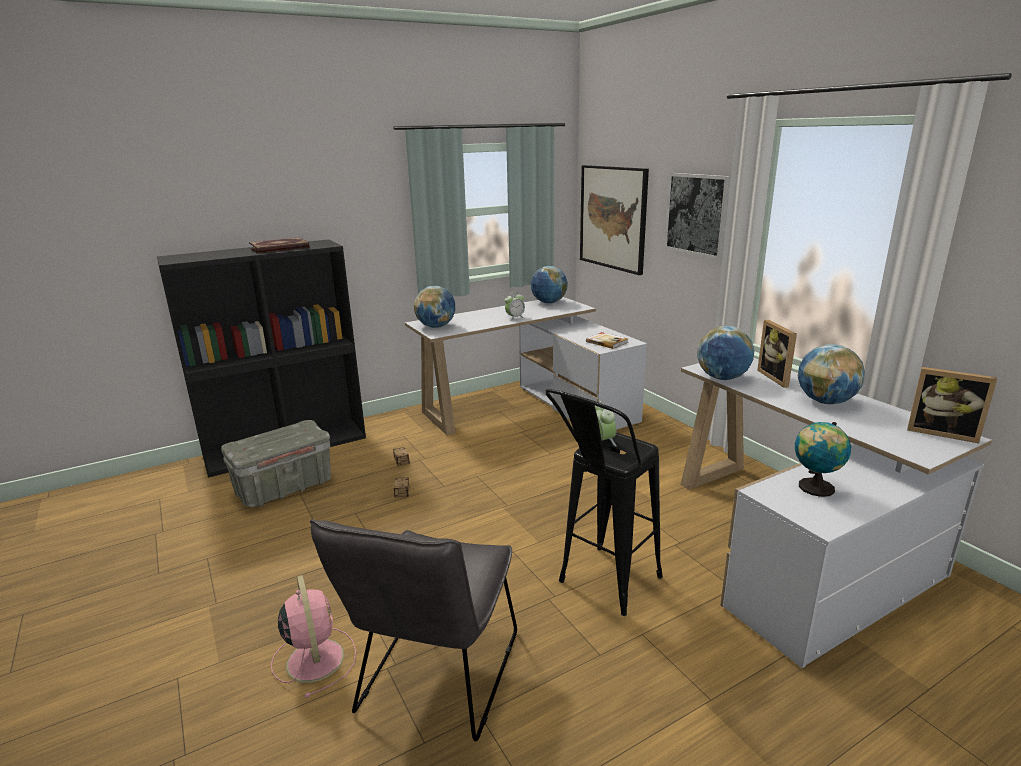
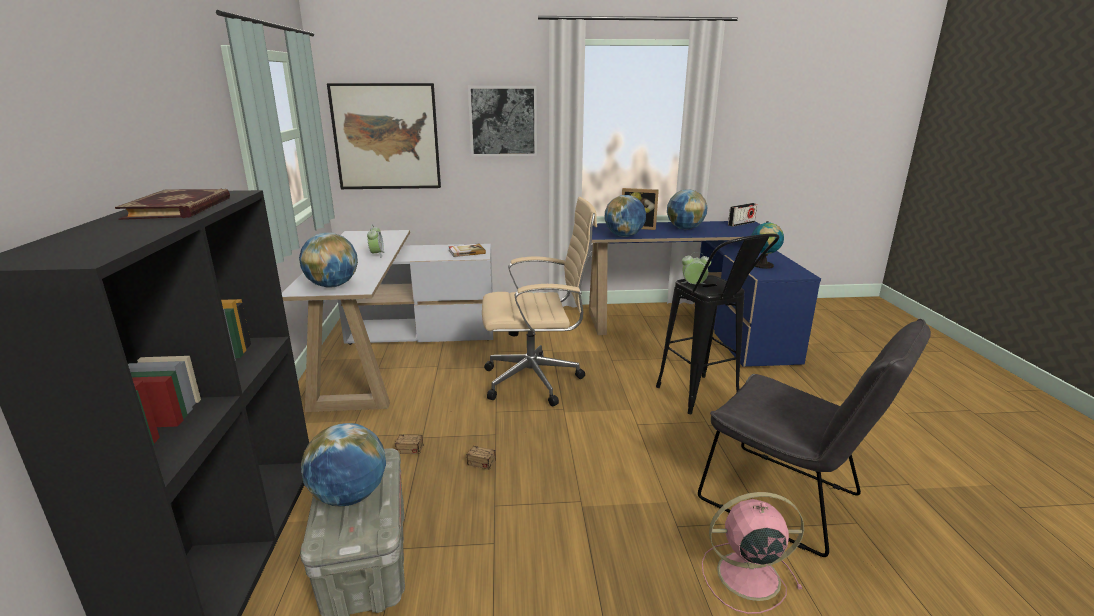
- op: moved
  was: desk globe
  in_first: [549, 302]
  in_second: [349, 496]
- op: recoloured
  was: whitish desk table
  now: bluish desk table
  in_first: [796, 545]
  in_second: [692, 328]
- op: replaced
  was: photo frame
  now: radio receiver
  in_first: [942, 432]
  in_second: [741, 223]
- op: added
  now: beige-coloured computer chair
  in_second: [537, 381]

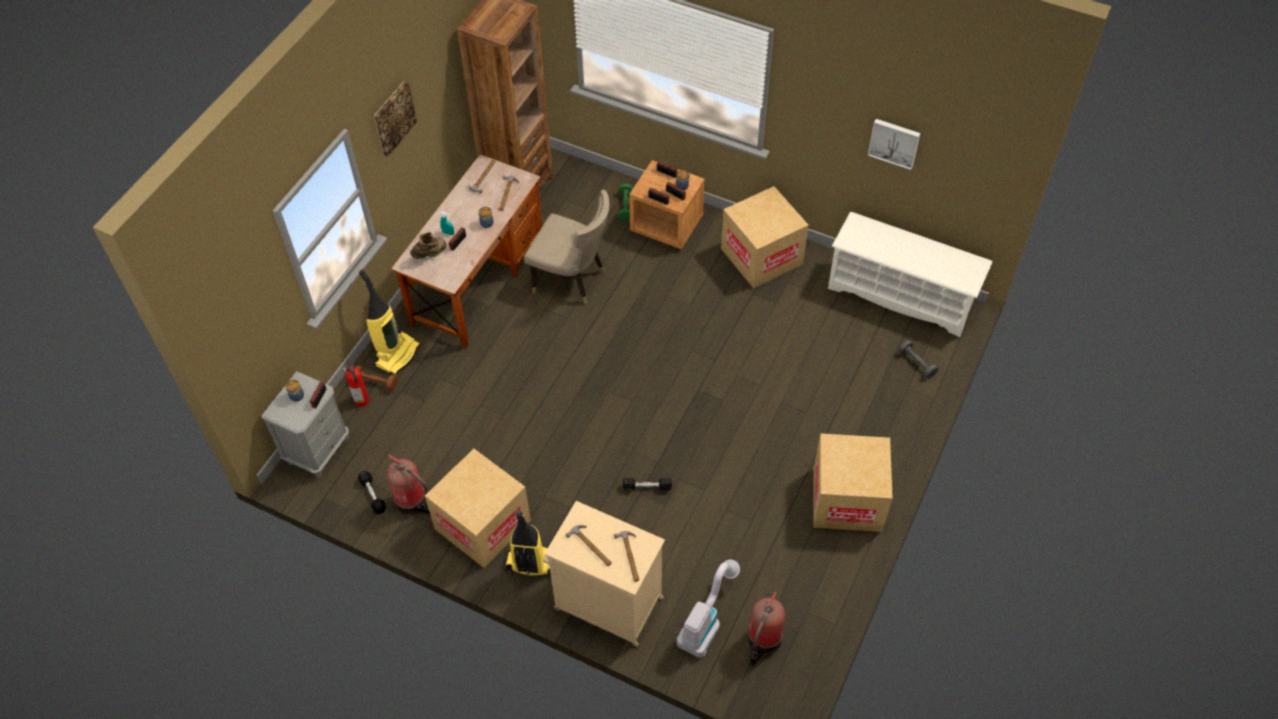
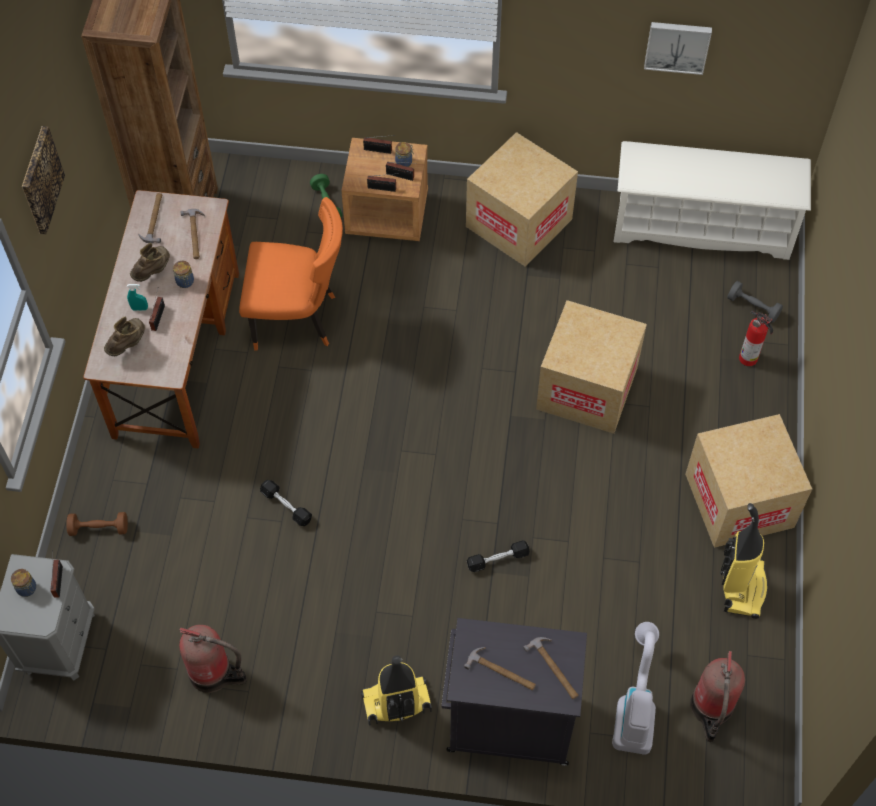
- op: recoloured
  was: beige-coloured chair
  now: orange-coloured chair
  in_first: [573, 280]
  in_second: [298, 319]
- op: moved
  was: vacuum
  in_first: [396, 354]
  in_second: [741, 586]
- op: moved
  was: fire extinguisher
  in_first: [362, 401]
  in_second: [749, 359]
- op: moved
  was: cardboard box
  in_first: [482, 524]
  in_second: [587, 388]
- op: moved
  was: blackish dumbbell
  in_first: [373, 495]
  in_second: [286, 506]
- op: recoloured
  was: beige-coloured cabinet
  now: blackish cabinet
  in_first: [606, 602]
  in_second: [507, 722]
- op: added
  now: brown-coloured tall boot
  in_second: [153, 271]

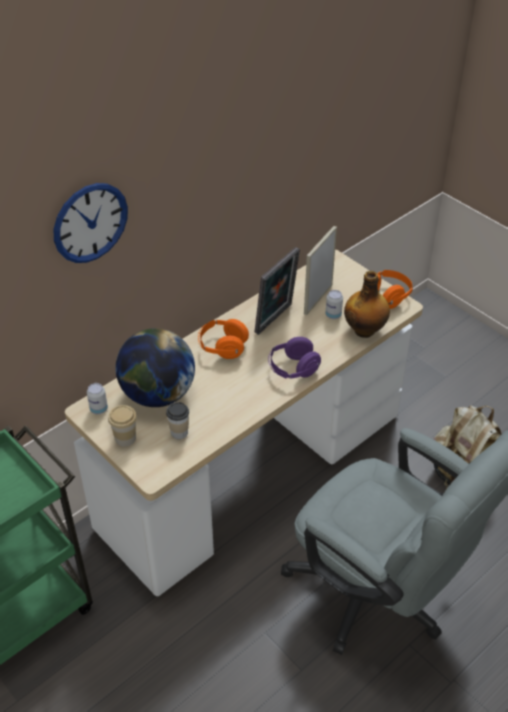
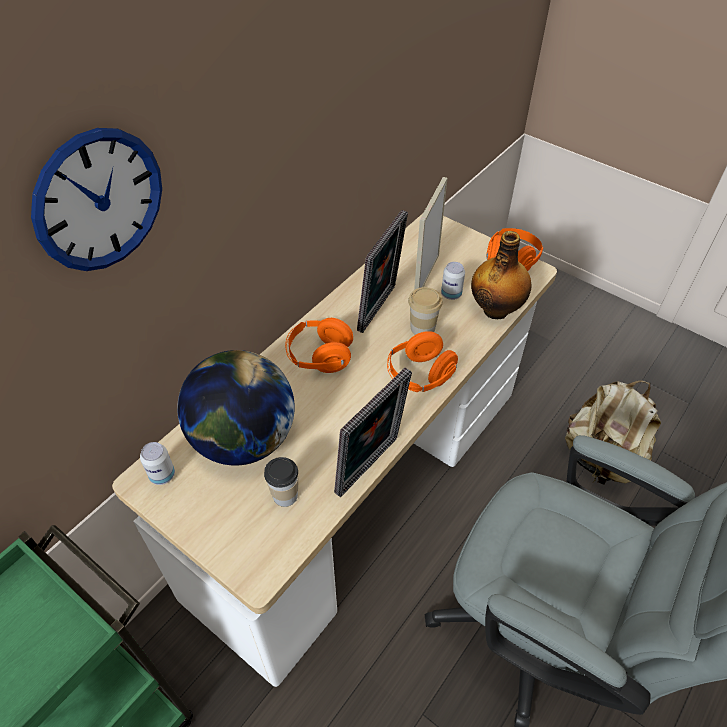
- op: recoloured
  was: purplish headphones
  now: orange-coloured headphones
  in_first: [293, 369]
  in_second: [420, 375]
- op: moved
  was: drinking cup
  in_first: [125, 438]
  in_second: [422, 328]
- op: added
  now: photo frame
  in_second: [371, 468]

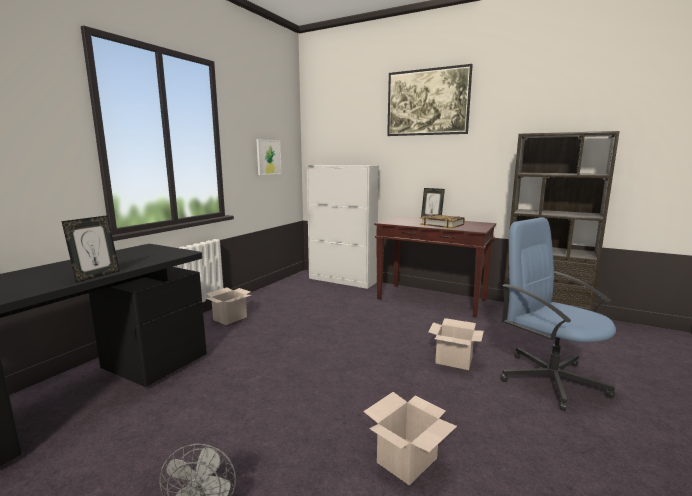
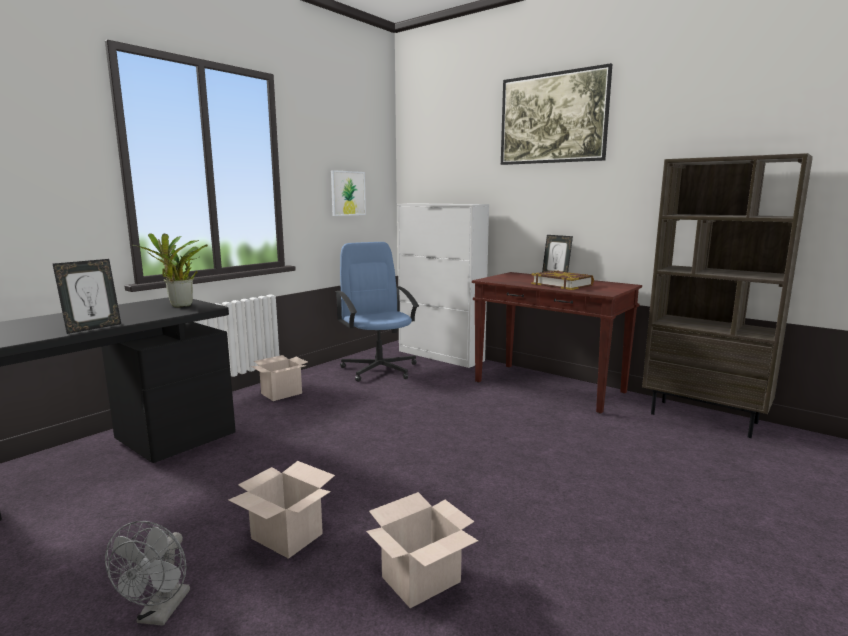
- op: moved
  was: bluish computer chair
  in_first: [550, 379]
  in_second: [379, 369]
- op: moved
  was: cardboard box
  in_first: [453, 360]
  in_second: [285, 536]
- op: added
  now: houseplant
  in_second: [180, 306]

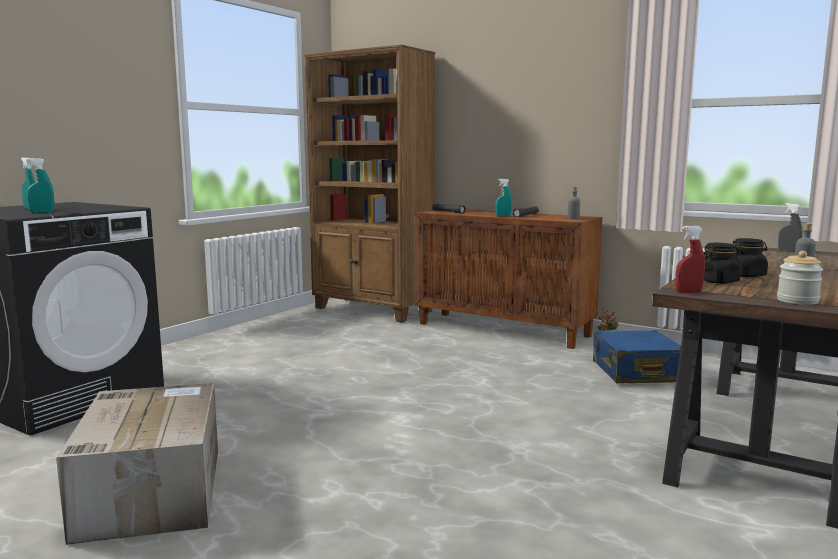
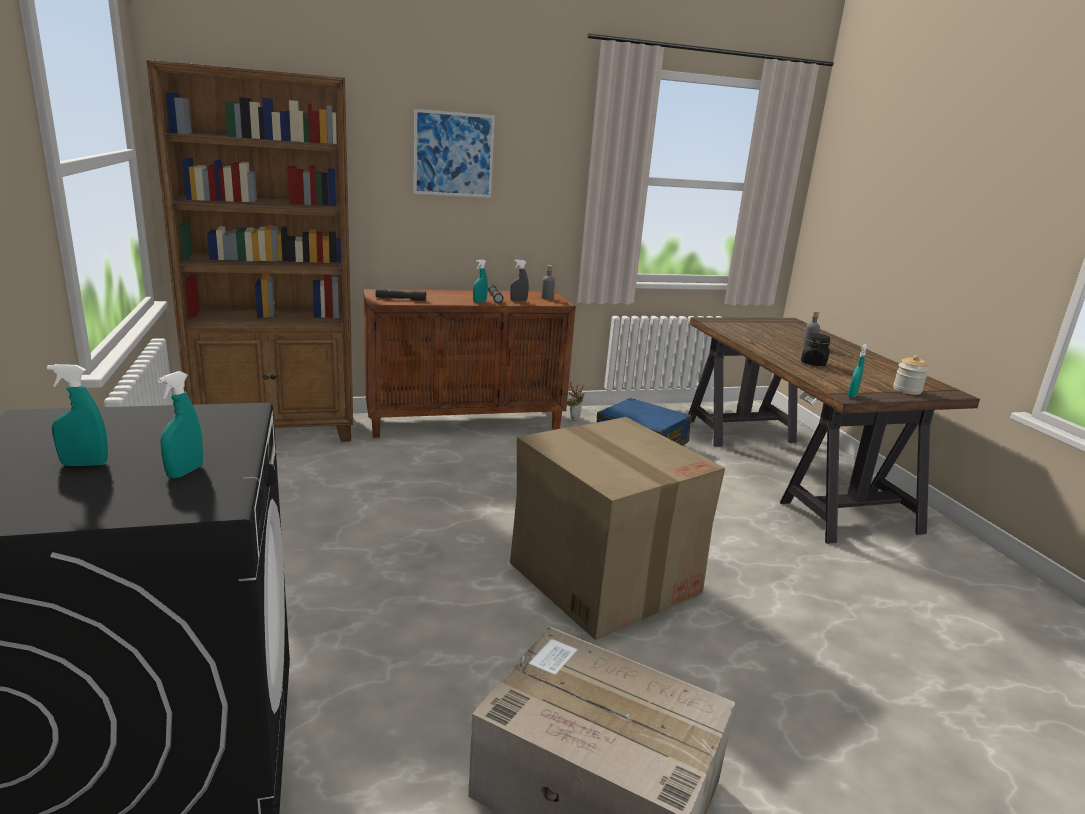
- op: moved
  was: grey spray bottle
  in_first: [788, 251]
  in_second: [518, 301]
- op: recoloured
  was: reddish spray bottle
  now: blue-green spray bottle
  in_first: [688, 292]
  in_second: [852, 396]
- op: removed
  was: blackish storage jar
  in_first: [717, 281]
- op: added
  now: wall picture
  in_second: [453, 154]
- op: added
  now: cardboard box
  in_second: [603, 577]

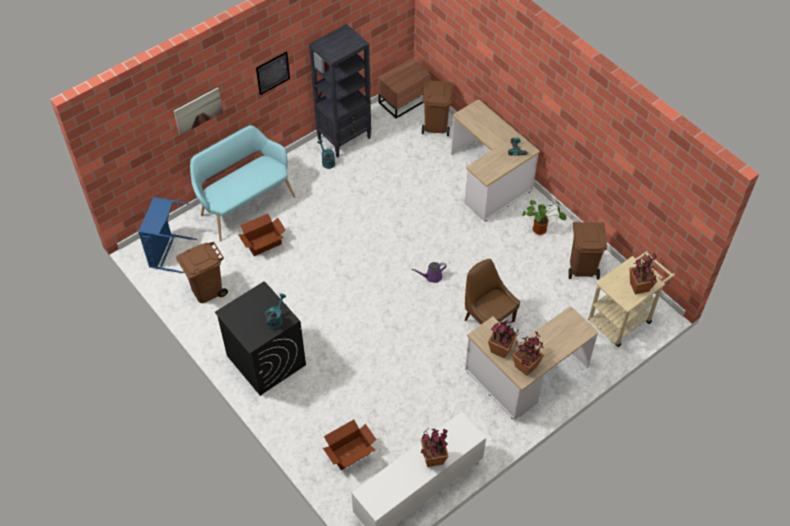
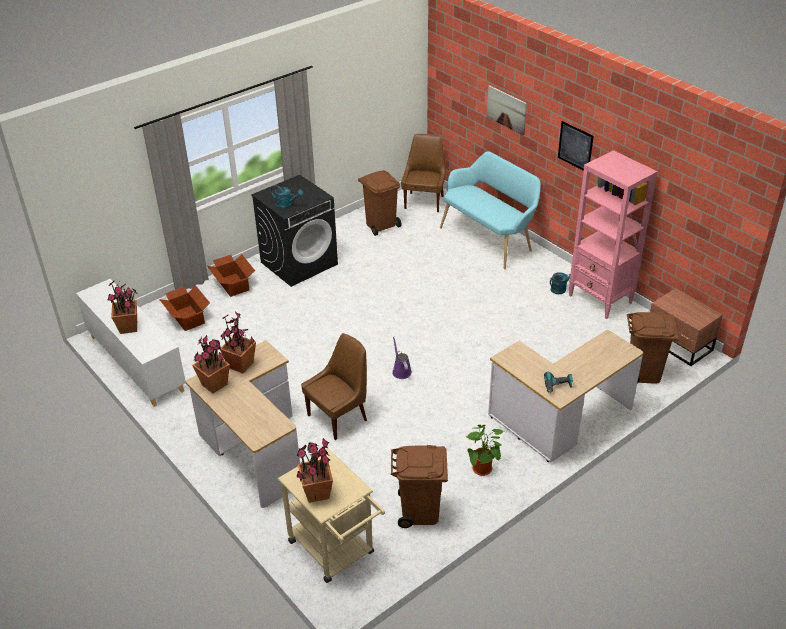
- op: recoloured
  was: blackish shelving unit
  now: pink-coloured shelving unit
  in_first: [344, 138]
  in_second: [600, 299]
- op: replaced
  was: bluish laundry basket
  now: brown-coloured chair
  in_first: [168, 252]
  in_second: [424, 201]
- op: moved
  was: cardboard box
  in_first: [264, 243]
  in_second: [233, 285]

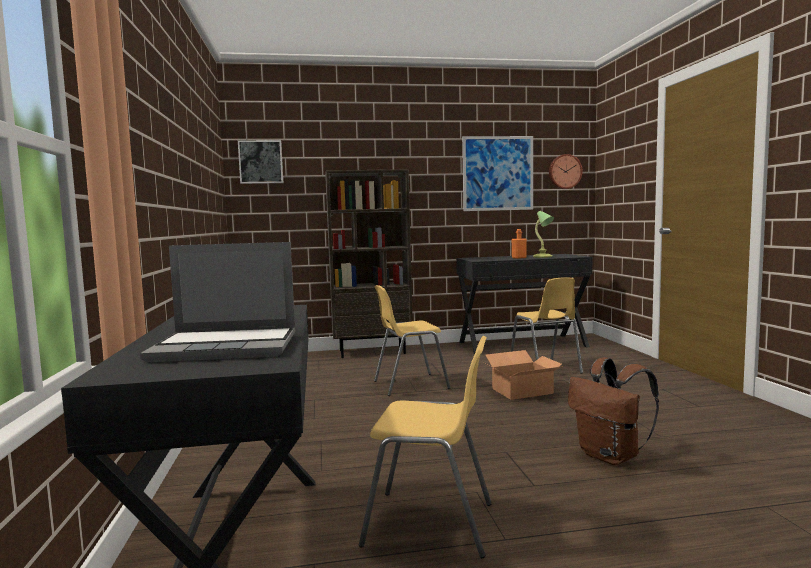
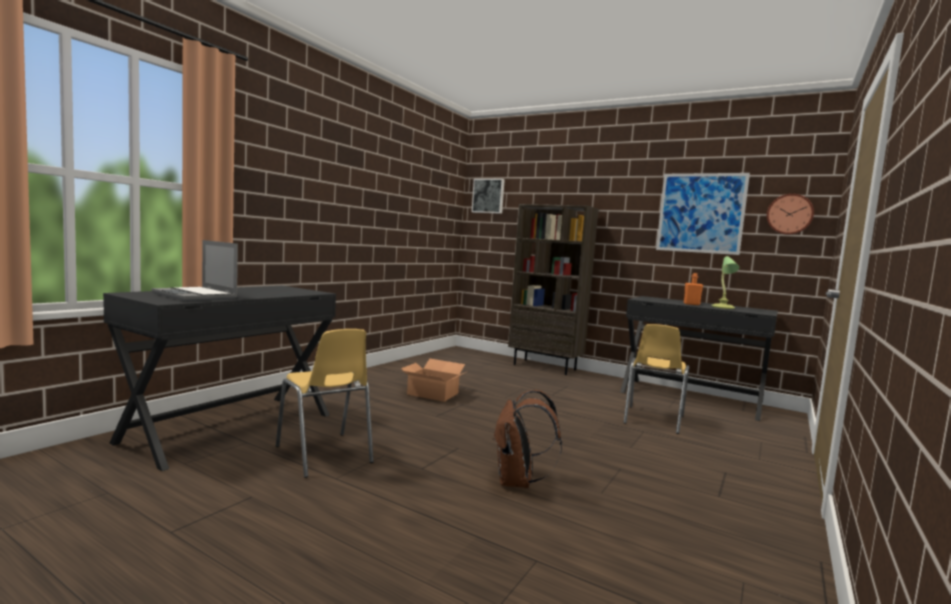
- op: removed
  was: yellowish chair
  in_first: [409, 385]
- op: moved
  was: cardboard box
  in_first: [521, 391]
  in_second: [432, 393]

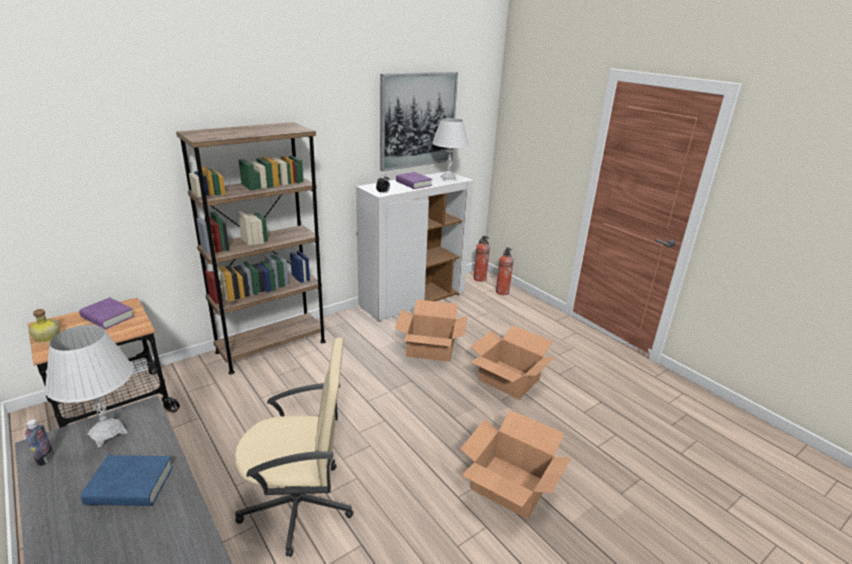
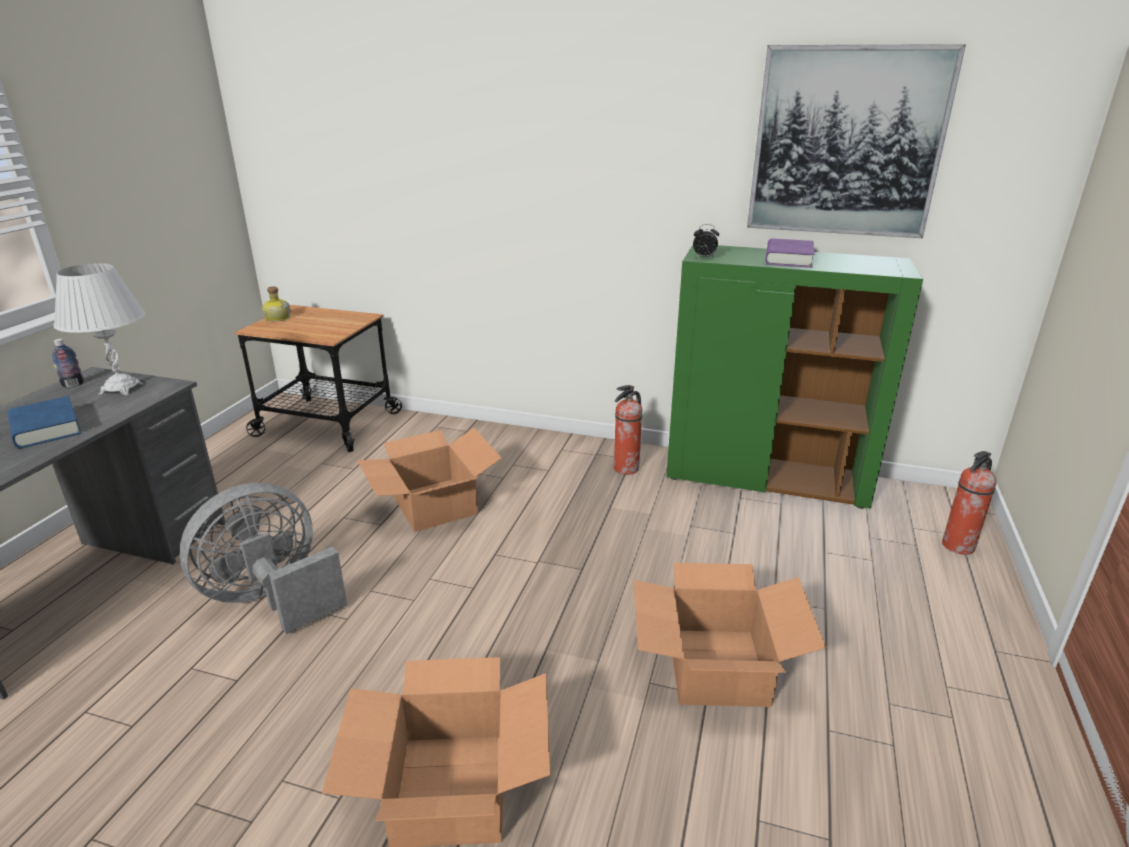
- op: removed
  was: whitish table lamp
  in_first: [448, 178]
- op: removed
  was: brown-coloured shelving unit
  in_first: [271, 347]
- op: recoloured
  was: whitish cabinet
  now: green-coloured cabinet
  in_first: [413, 300]
  in_second: [767, 479]
- op: moved
  was: fire extinguisher
  in_first: [480, 279]
  in_second: [625, 469]
- op: removed
  was: purplish volume
  in_first: [107, 317]
- op: moved
  was: cardboard box
  in_first: [430, 348]
  in_second: [433, 505]
- op: replaced
  was: beige-coloured computer chair
  now: grey cooling fan
  in_first: [299, 505]
  in_second: [272, 599]

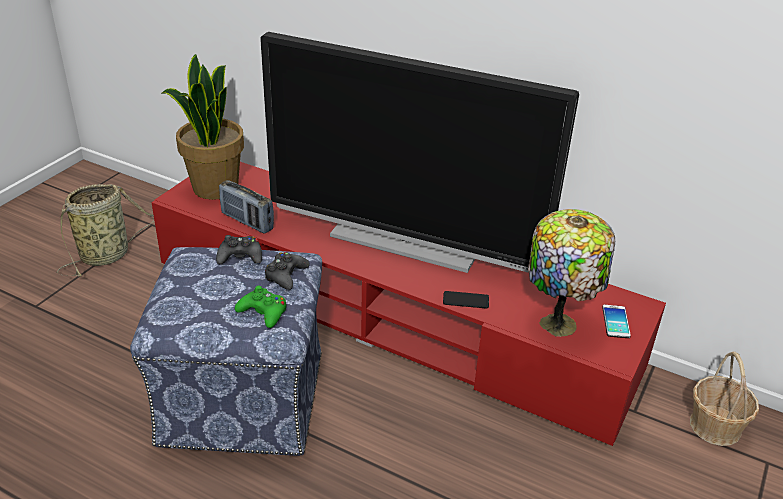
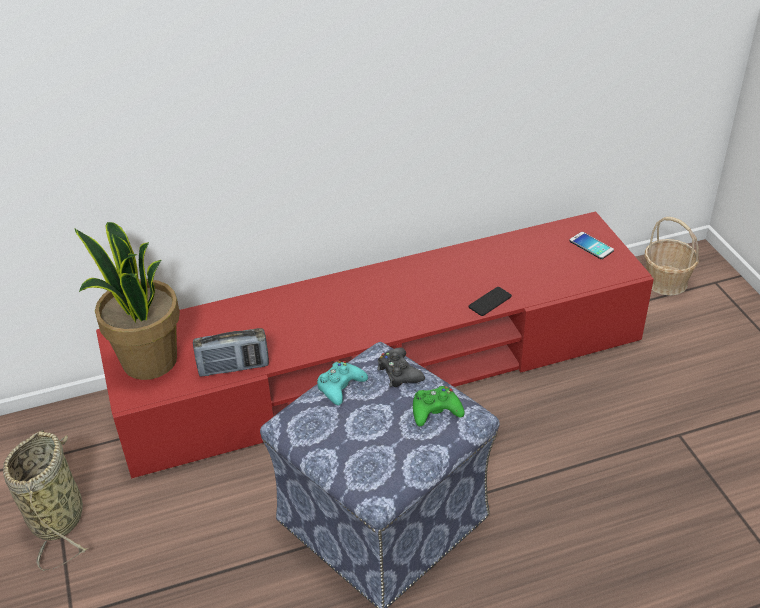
- op: removed
  was: television
  in_first: [405, 242]
- op: removed
  was: table lamp
  in_first: [559, 322]
- op: recoloured
  was: blackish game controller
  now: blue-green game controller
  in_first: [240, 256]
  in_second: [340, 387]

